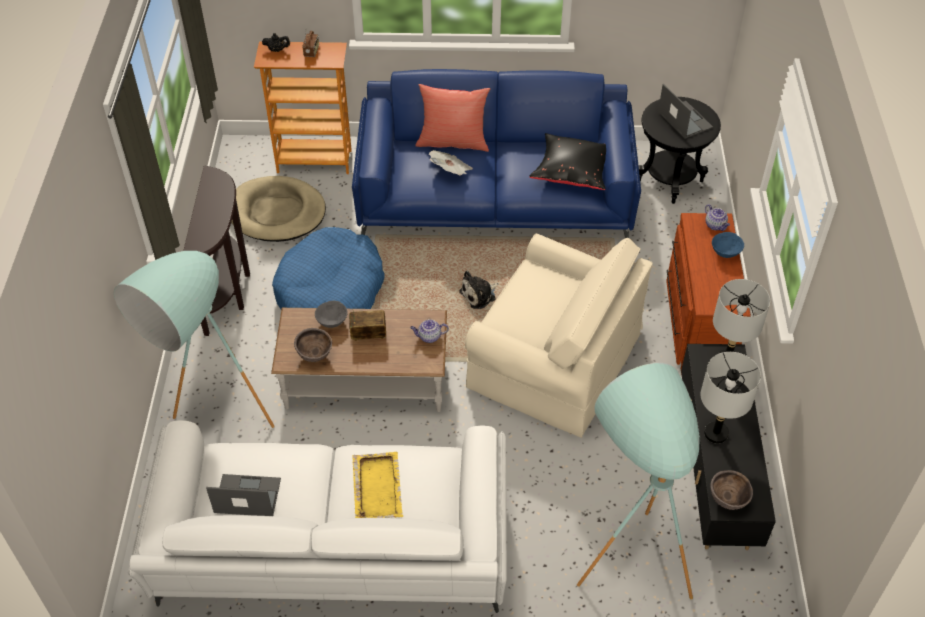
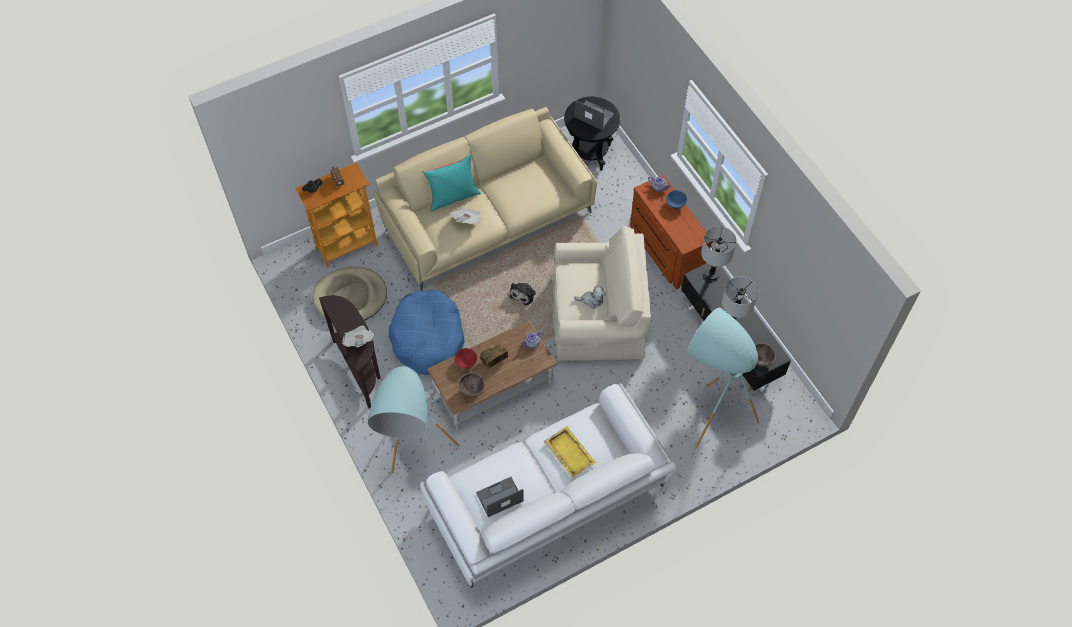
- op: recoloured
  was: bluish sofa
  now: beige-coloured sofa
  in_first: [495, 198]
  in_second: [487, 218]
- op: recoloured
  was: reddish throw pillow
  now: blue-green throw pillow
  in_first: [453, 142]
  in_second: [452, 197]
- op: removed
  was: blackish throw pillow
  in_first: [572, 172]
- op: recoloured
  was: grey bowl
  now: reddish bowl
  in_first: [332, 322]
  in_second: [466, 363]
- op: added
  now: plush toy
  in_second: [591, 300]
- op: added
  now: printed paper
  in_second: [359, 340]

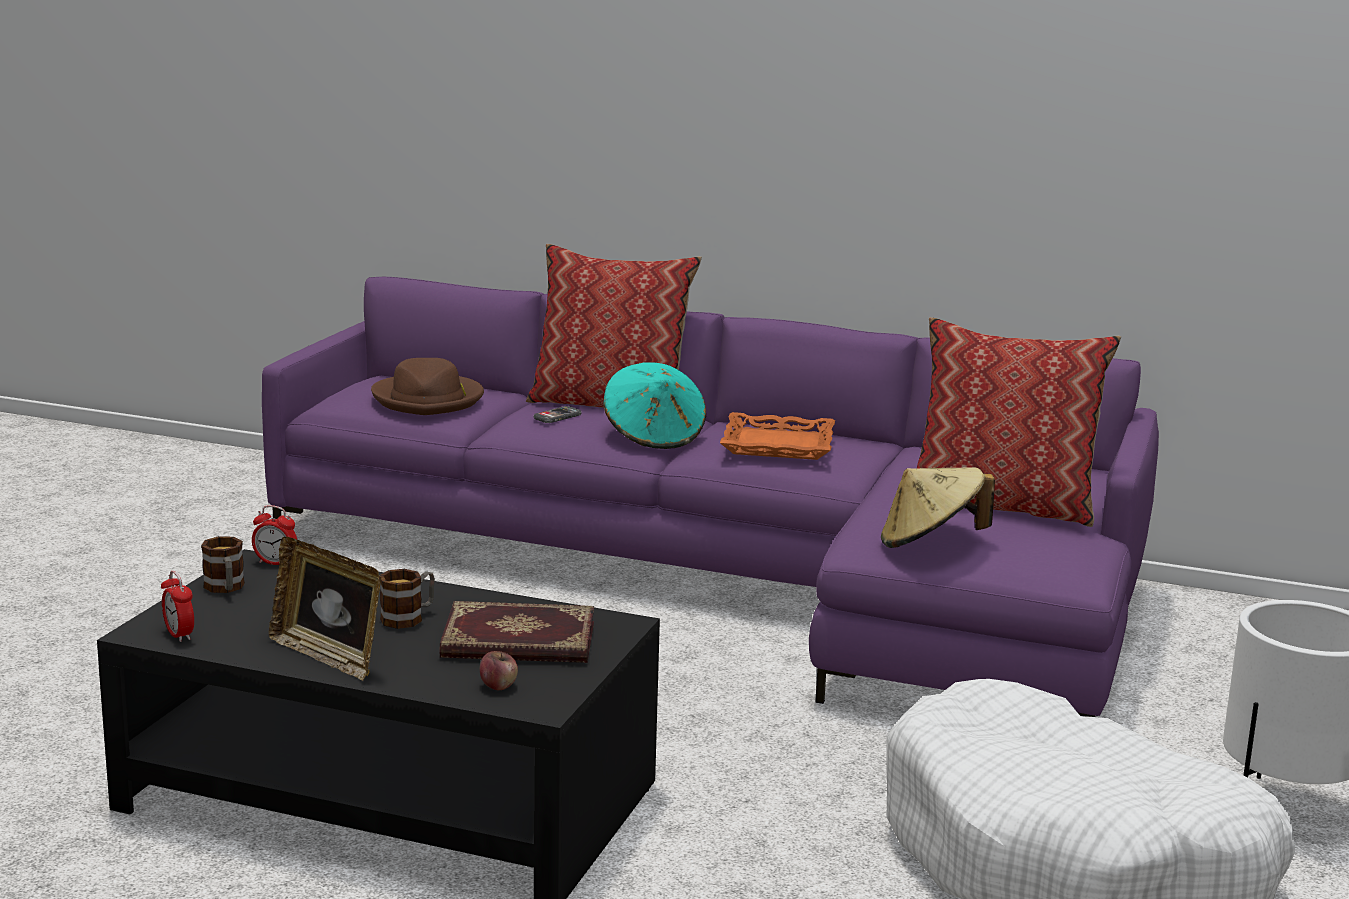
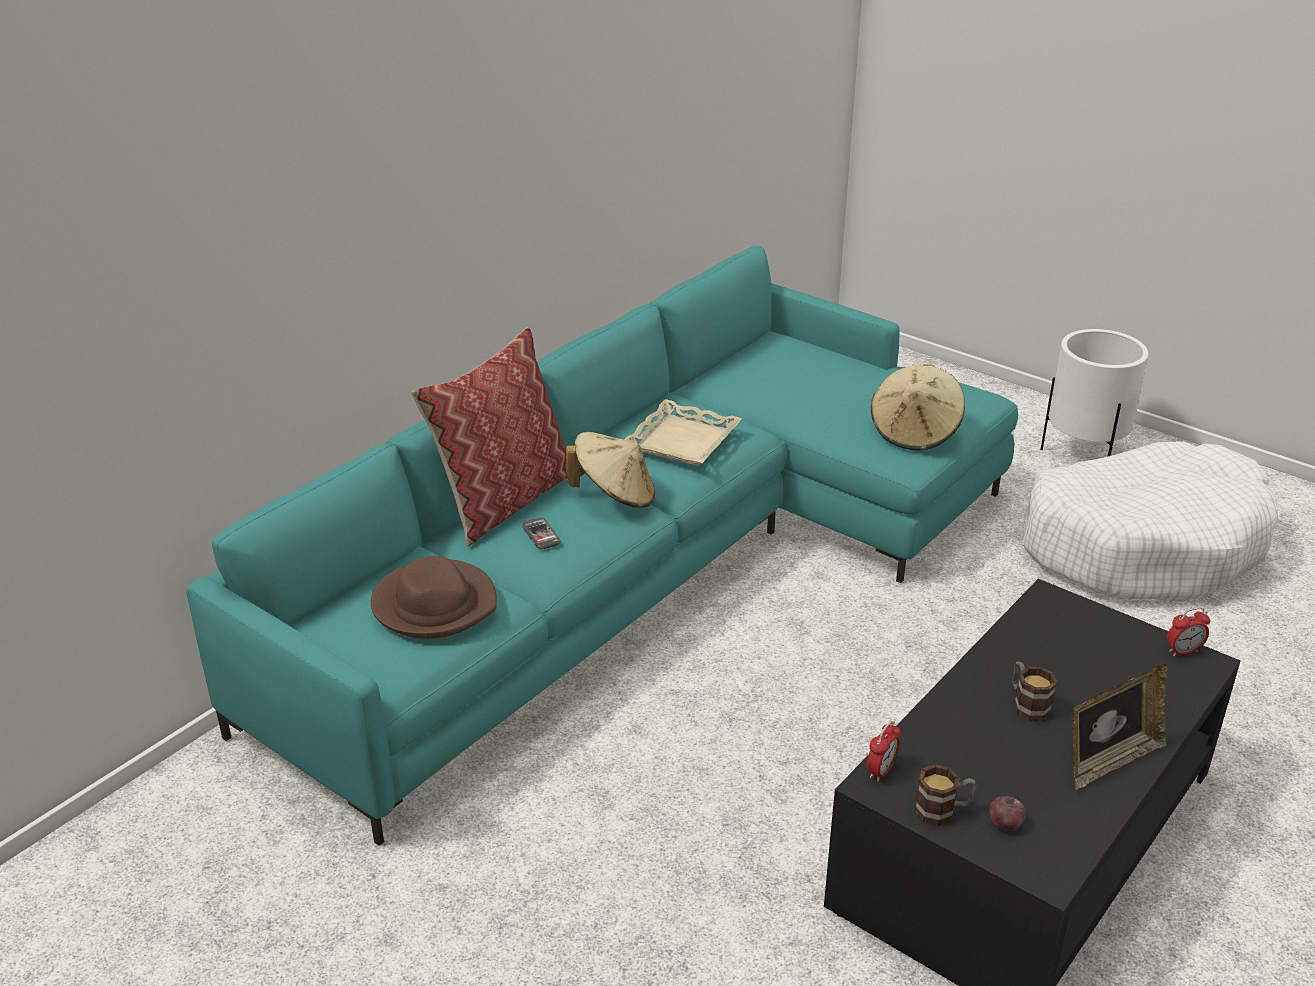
- op: recoloured
  was: purplish sofa
  now: blue-green sofa
  in_first: [733, 580]
  in_second: [652, 566]
- op: removed
  was: throw pillow
  in_first: [1002, 505]
- op: recoloured
  was: blue-green wearable hat
  now: beige-coloured wearable hat
  in_first: [654, 436]
  in_second: [614, 496]
- op: recoloured
  was: orange-coloured tray
  now: beige-coloured tray
  in_first: [777, 445]
  in_second: [683, 441]
- op: moved
  was: table clock
  in_first: [179, 635]
  in_second: [1183, 651]
- op: removed
  was: volume
  in_first: [518, 641]
- op: moved
  was: whole apple
  in_first: [498, 686]
  in_second: [1005, 824]

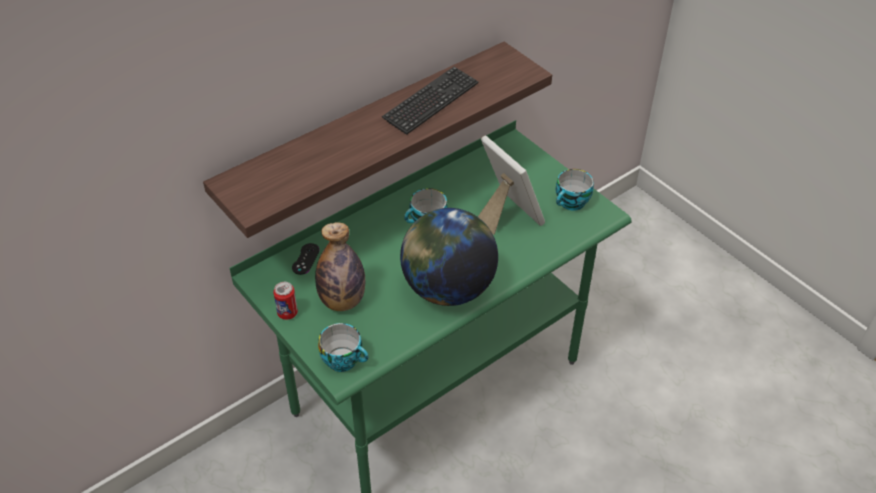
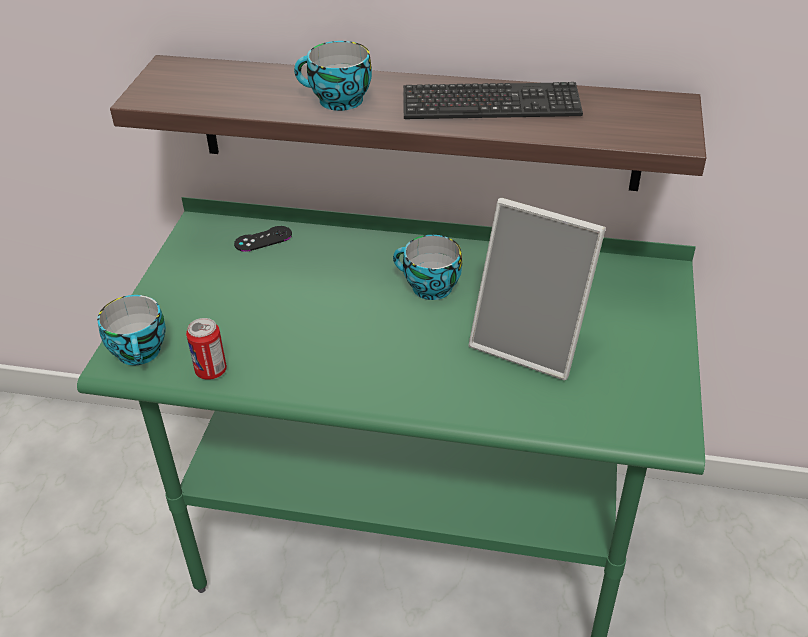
- op: turned
  was: photo frame
  in_first: [506, 215]
  in_second: [532, 342]
  clockwise: 105
- op: moved
  was: drinking cup
  in_first: [571, 203]
  in_second: [337, 101]
- op: removed
  was: desk globe
  in_first: [447, 288]
- op: removed
  was: drink bottle
  in_first: [342, 301]
- op: moved
  was: sealed can
  in_first: [287, 313]
  in_second: [211, 371]

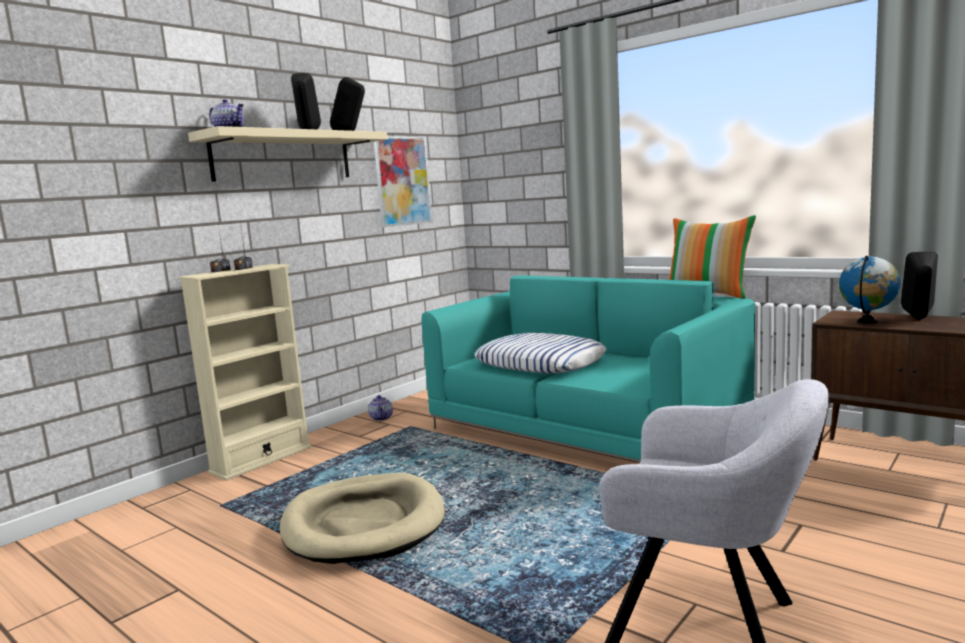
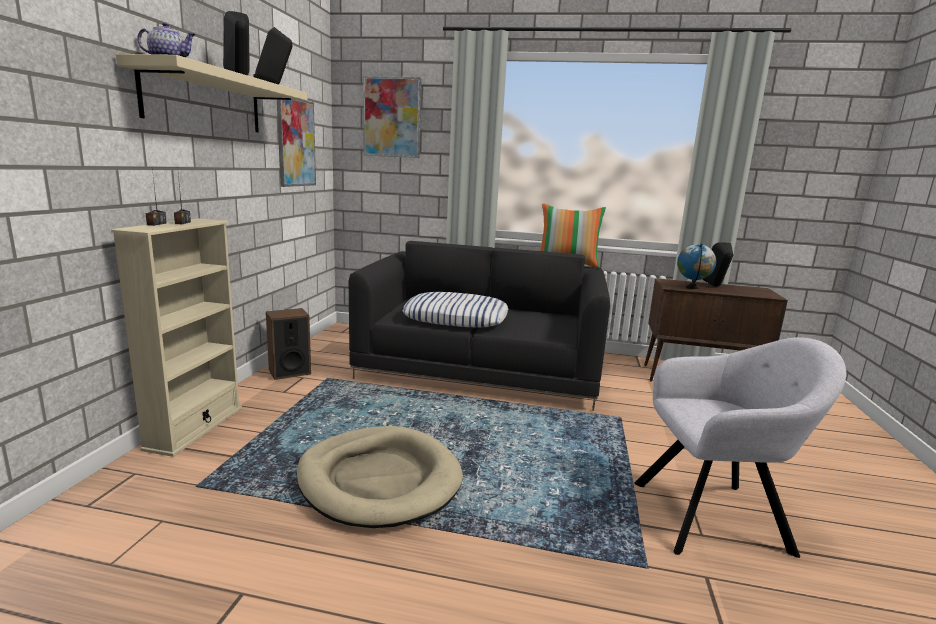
- op: recoloured
  was: blue-green sofa
  now: blackish sofa
  in_first: [587, 427]
  in_second: [481, 368]
- op: replaced
  was: teapot
  now: loudspeaker
  in_first: [382, 418]
  in_second: [289, 372]
- op: added
  now: wall picture
  in_second: [392, 117]

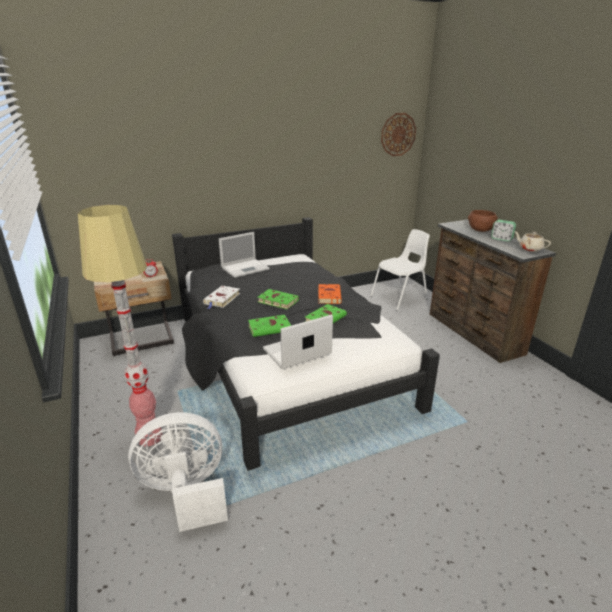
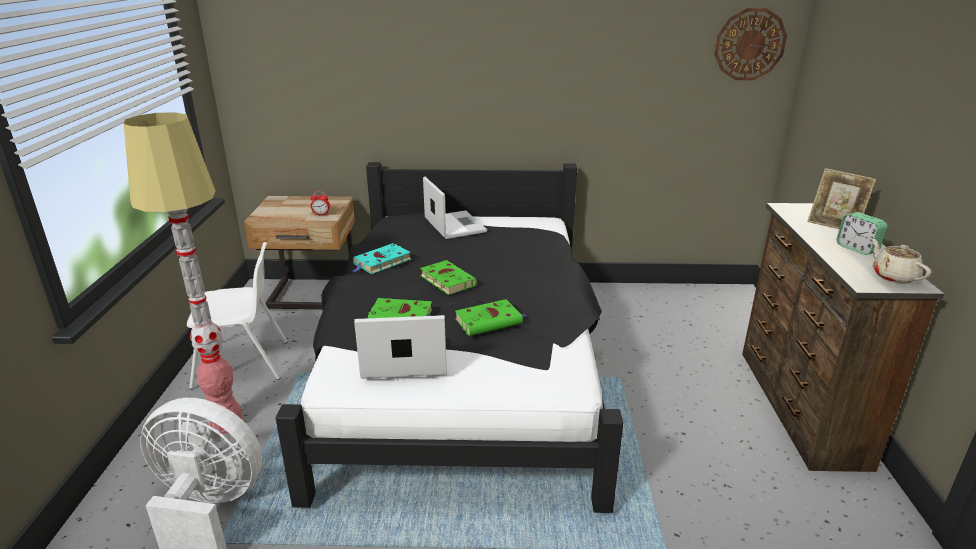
- op: replaced
  was: brown-coloured bowl
  now: photo frame
  in_first: [480, 229]
  in_second: [834, 225]
- op: moved
  was: whitish chair
  in_first: [400, 298]
  in_second: [243, 364]
- op: turned
  was: notebook computer
  in_first: [246, 268]
  in_second: [454, 225]
  clockwise: -105
- op: removed
  was: orange-coloured volume
  in_first: [329, 295]
- op: recoloured
  was: whitish volume
  now: blue-green volume
  in_first: [221, 299]
  in_second: [381, 262]

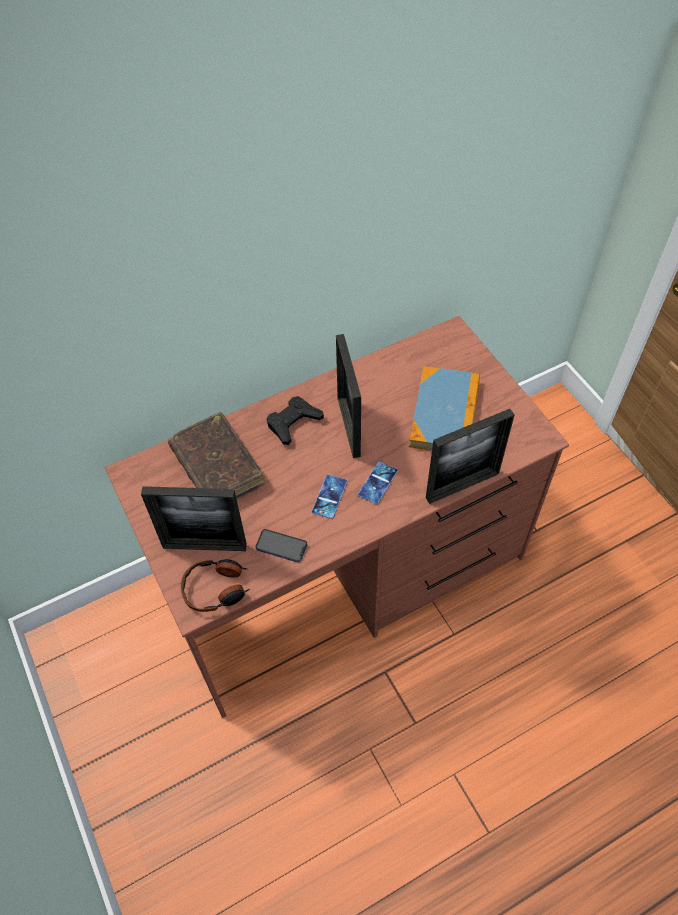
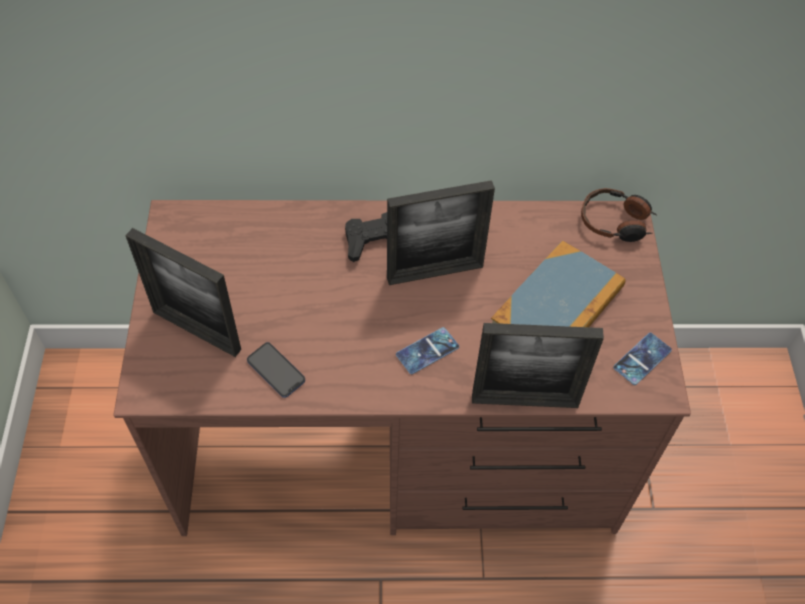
- op: turned
  was: photo frame
  in_first: [348, 426]
  in_second: [435, 272]
  clockwise: -120
- op: removed
  was: brown-coloured volume
  in_first: [217, 467]
- op: moved
  was: telephone
  in_first: [329, 496]
  in_second: [642, 359]
- op: moved
  was: headphones
  in_first: [216, 589]
  in_second: [616, 222]

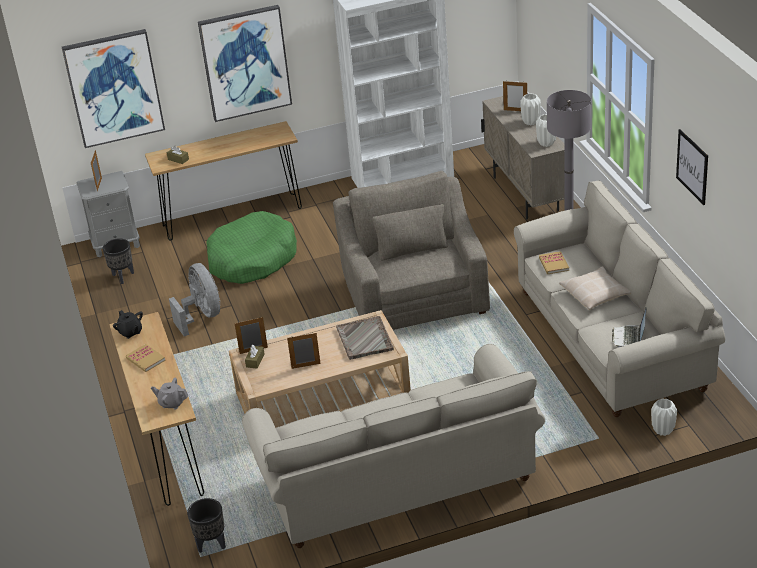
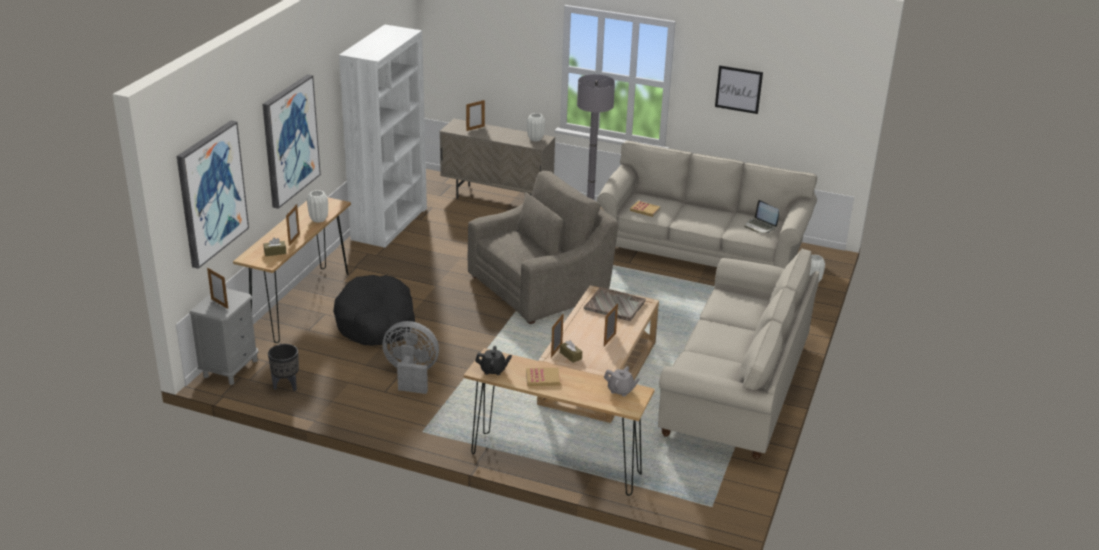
- op: moved
  was: whitish flower vase
  in_first: [530, 122]
  in_second: [318, 219]
- op: turned
  was: grey armchair
  in_first: [414, 295]
  in_second: [540, 286]
  clockwise: 120
- op: recoloured
  was: green-coloured pet bed
  now: blackish pet bed
  in_first: [252, 259]
  in_second: [376, 322]
- op: removed
  was: beige-coloured throw pillow
  in_first: [595, 294]
- op: turned
  was: grey teapot
  in_first: [172, 403]
  in_second: [620, 390]
  clockwise: -120
- op: removed
  was: blackish plant pot
  in_first: [211, 545]
- op: added
  now: photo frame
  in_second: [294, 240]

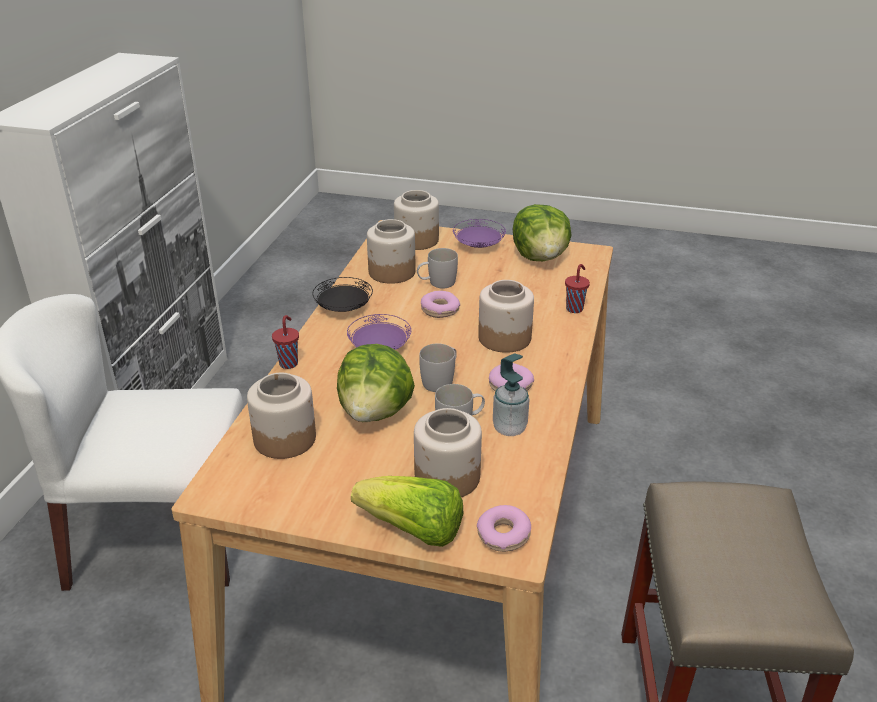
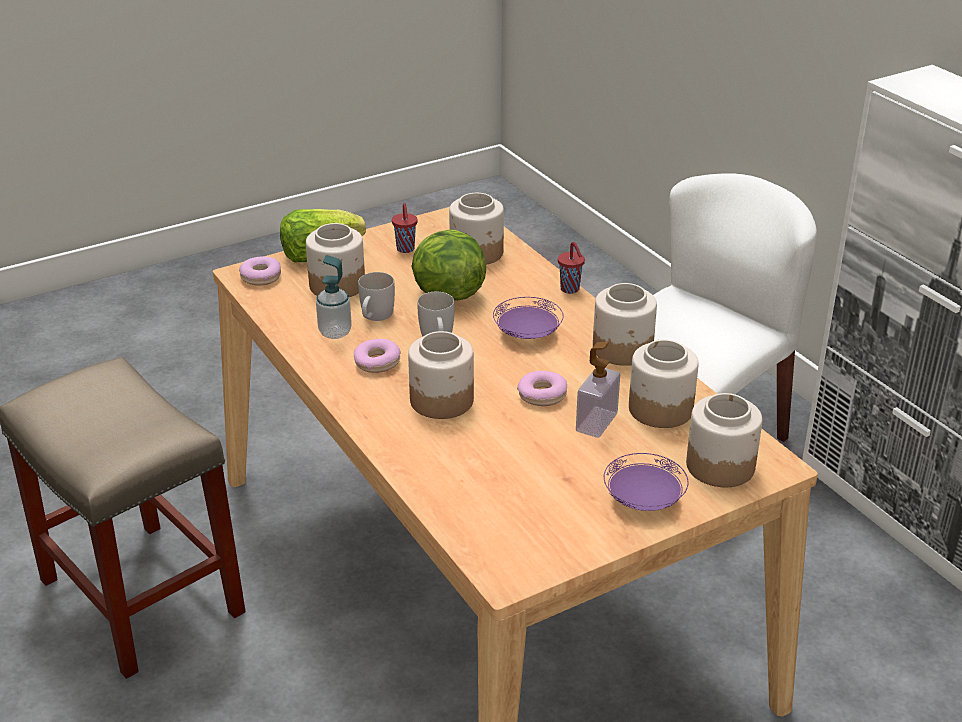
- op: removed
  was: lettuce
  in_first: [541, 257]
- op: replaced
  was: whitish tea mug
  now: liquid soap bottle
  in_first: [437, 283]
  in_second: [596, 422]
- op: moved
  was: reddish drinking cup
  in_first: [575, 308]
  in_second: [405, 249]
- op: replaced
  was: blackish plate
  now: storage jar
  in_first: [344, 308]
  in_second: [623, 349]

